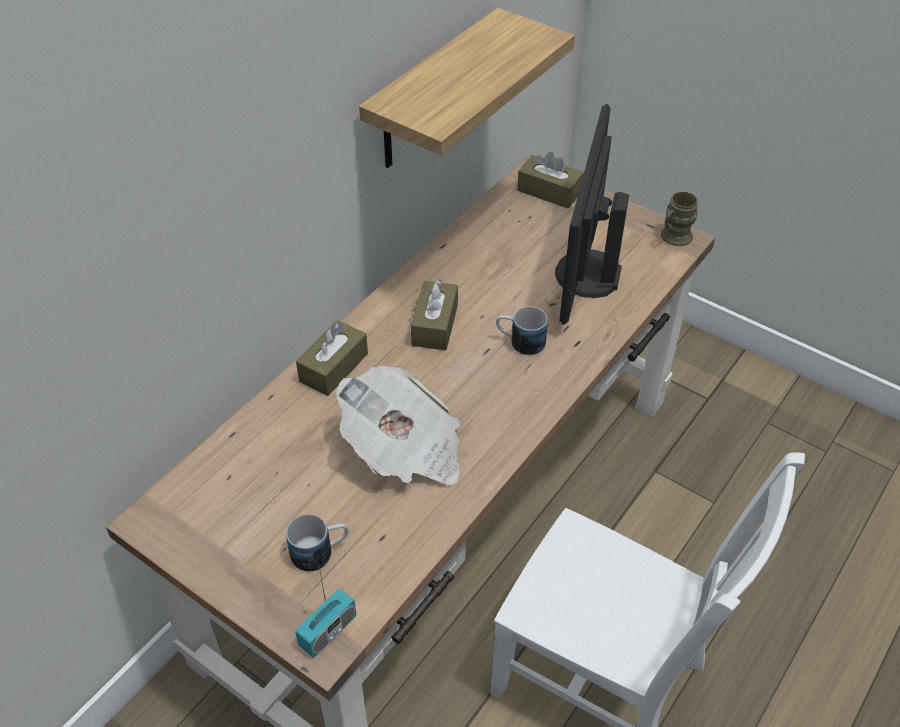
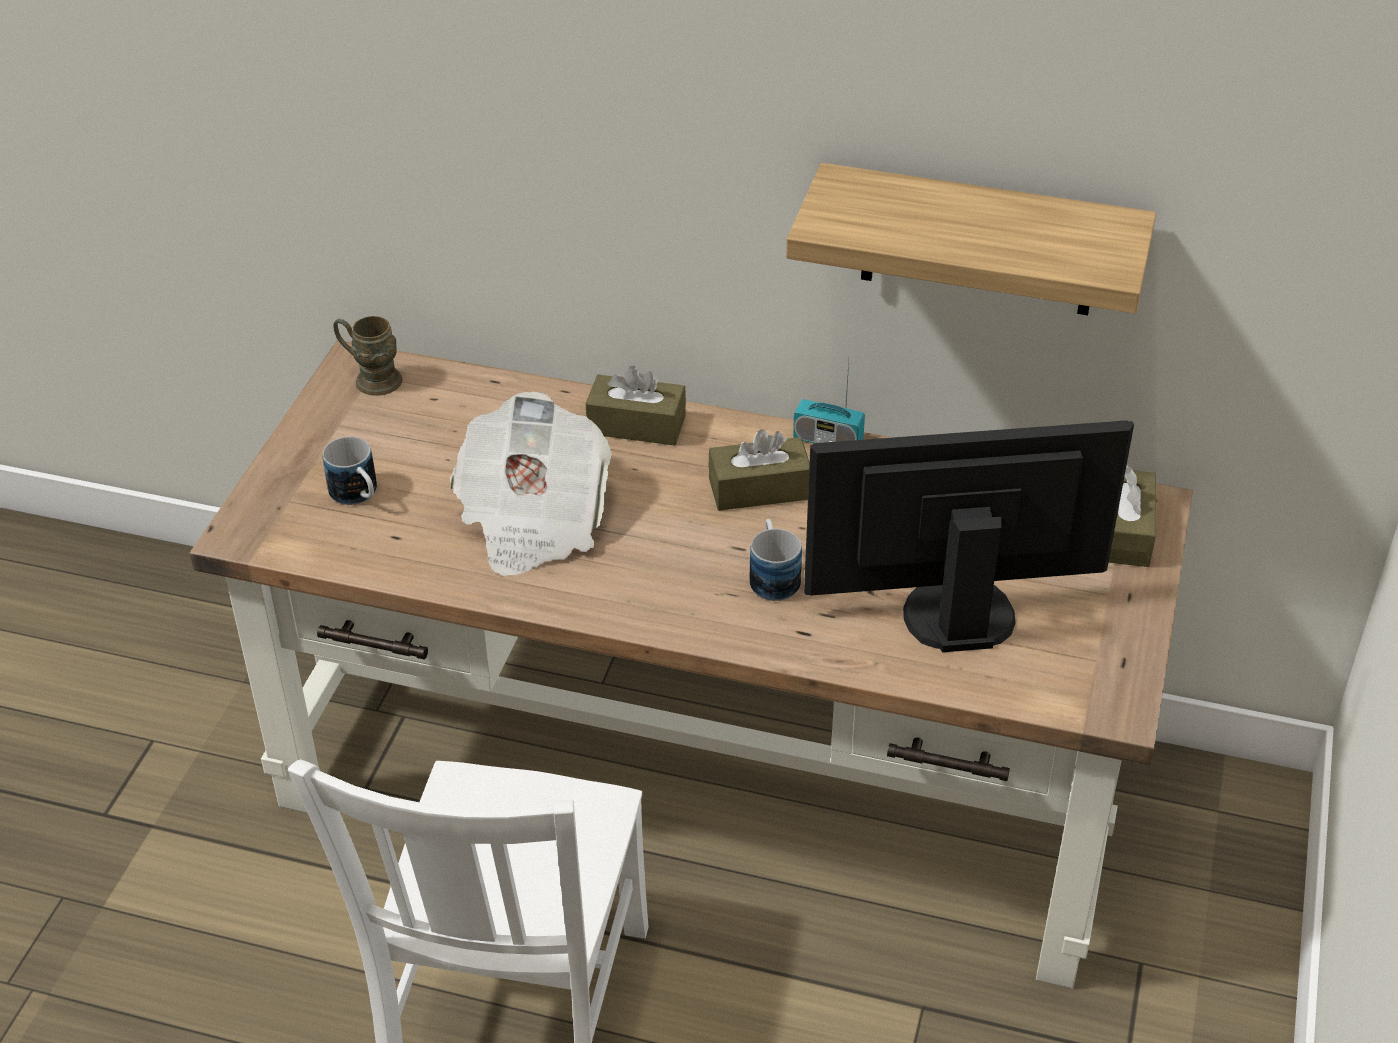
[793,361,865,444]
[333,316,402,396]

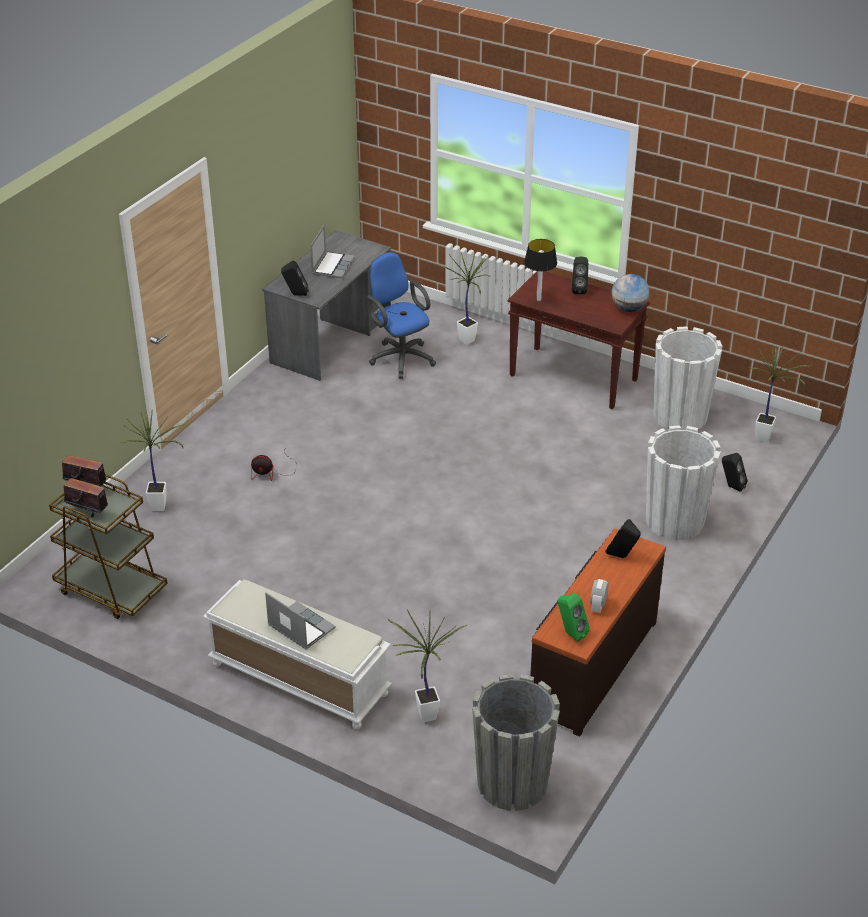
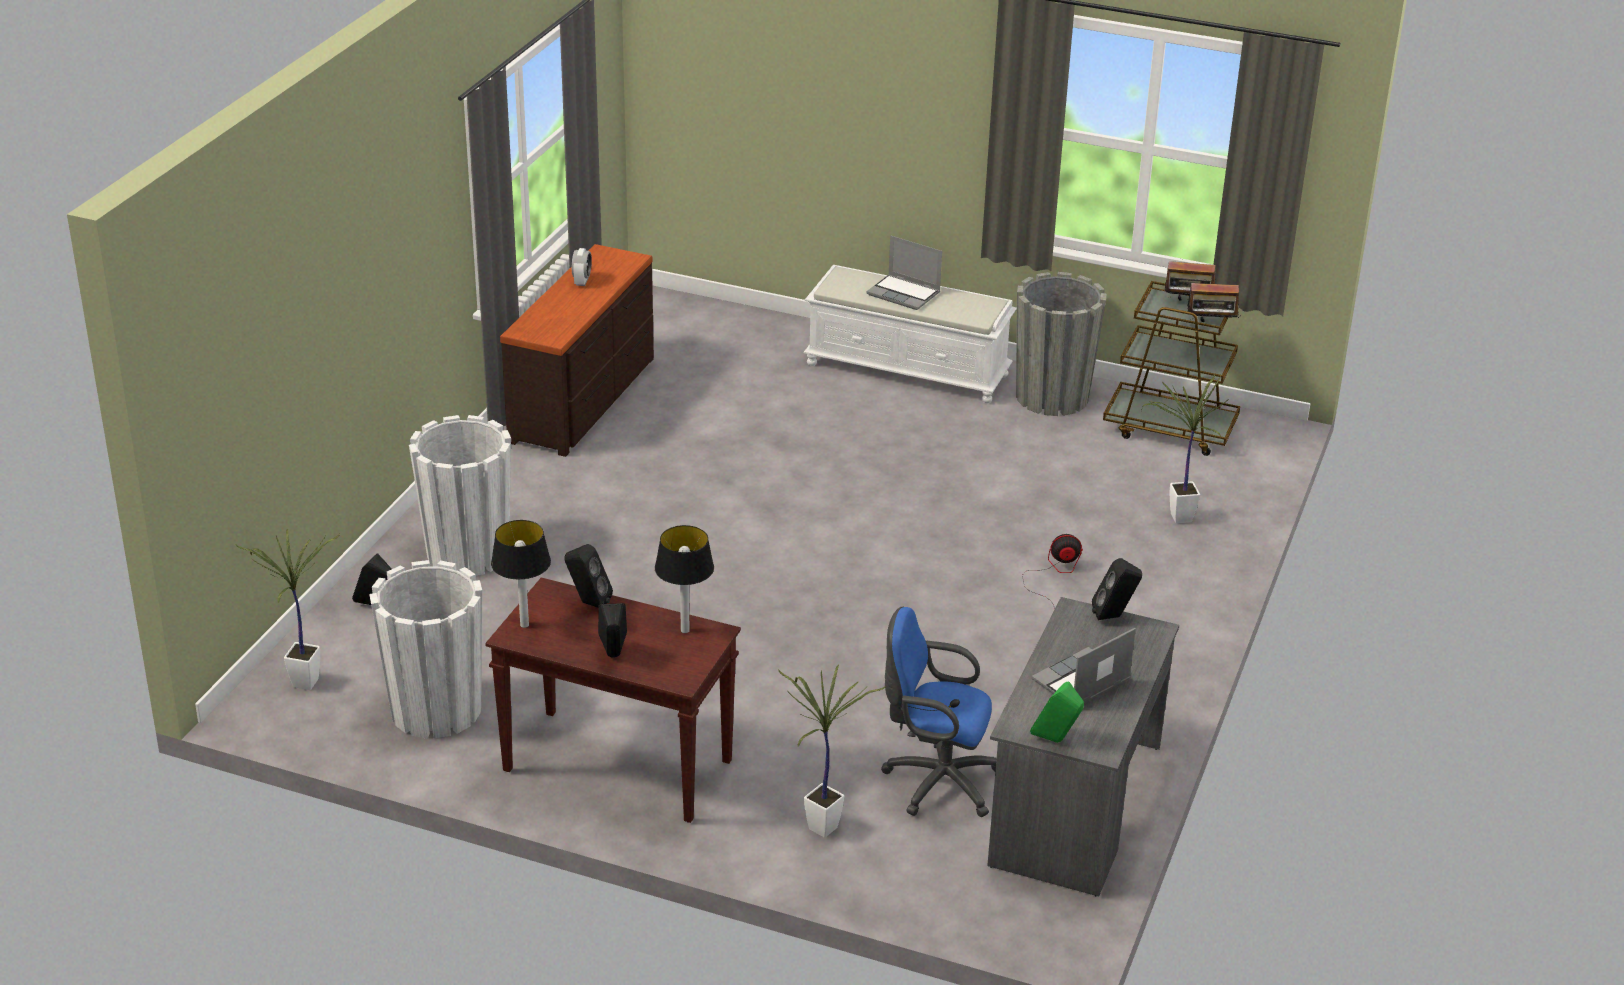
[388,609,467,722] (first image)
[1016,272,1107,416]
[1030,681,1084,743]
[565,544,613,608]
[491,520,551,628]
[1032,628,1136,703]
[881,607,996,817]

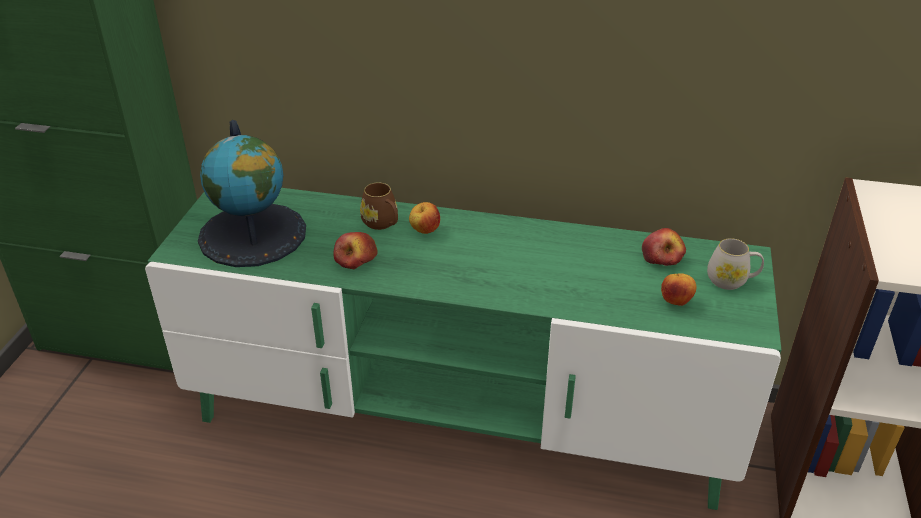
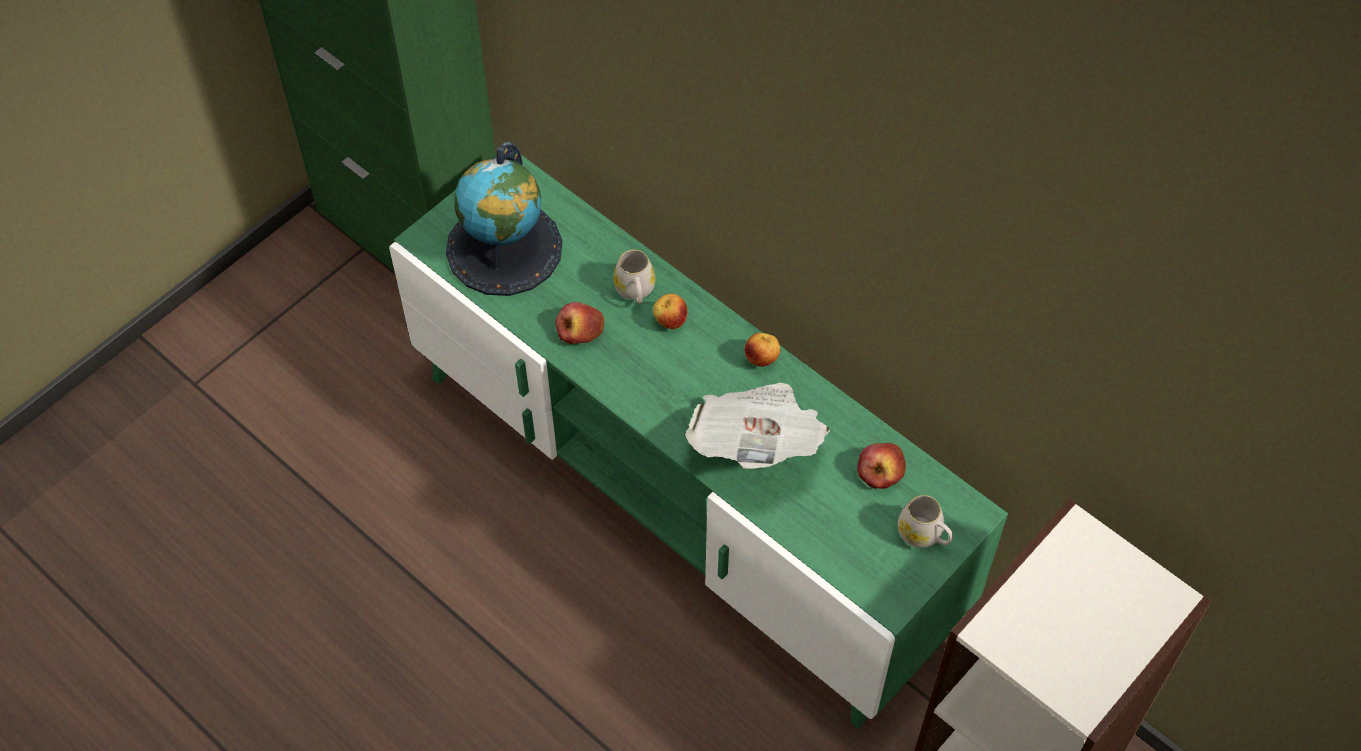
[685,382,830,469]
[745,333,780,367]
[613,250,656,304]

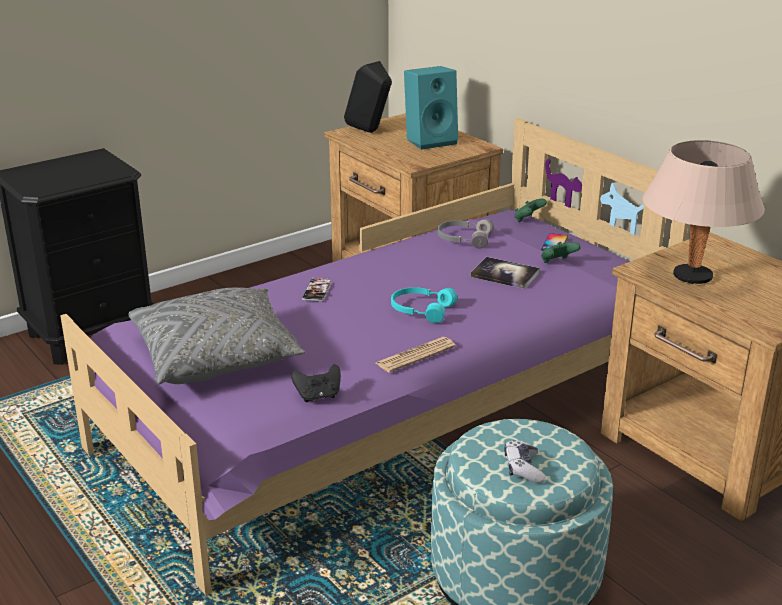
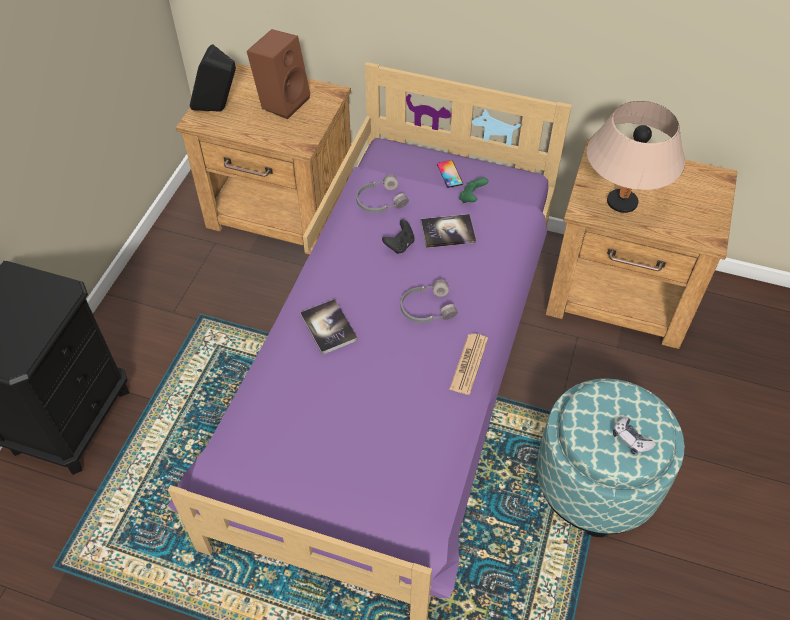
[128,288,306,384] (first image)
[514,199,547,222] (first image)
[382,220,415,254]
[300,299,358,355]
[401,279,458,323]
[247,29,310,119]

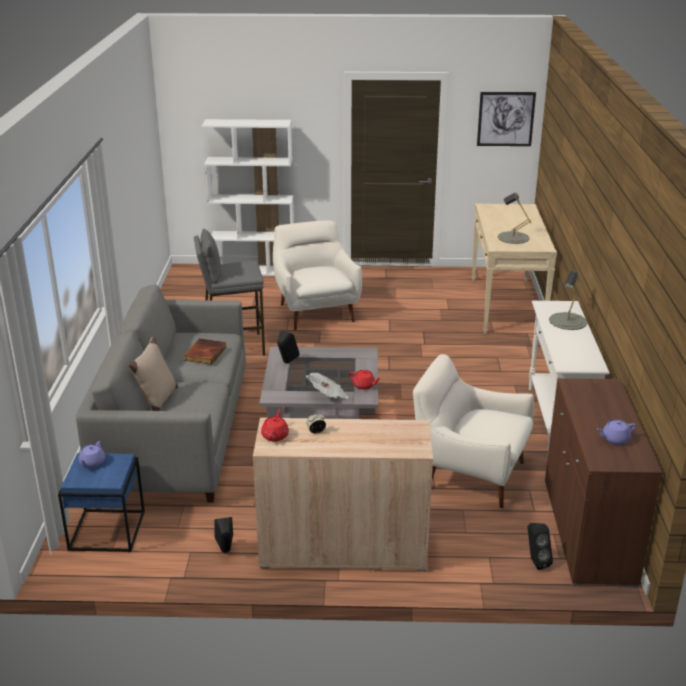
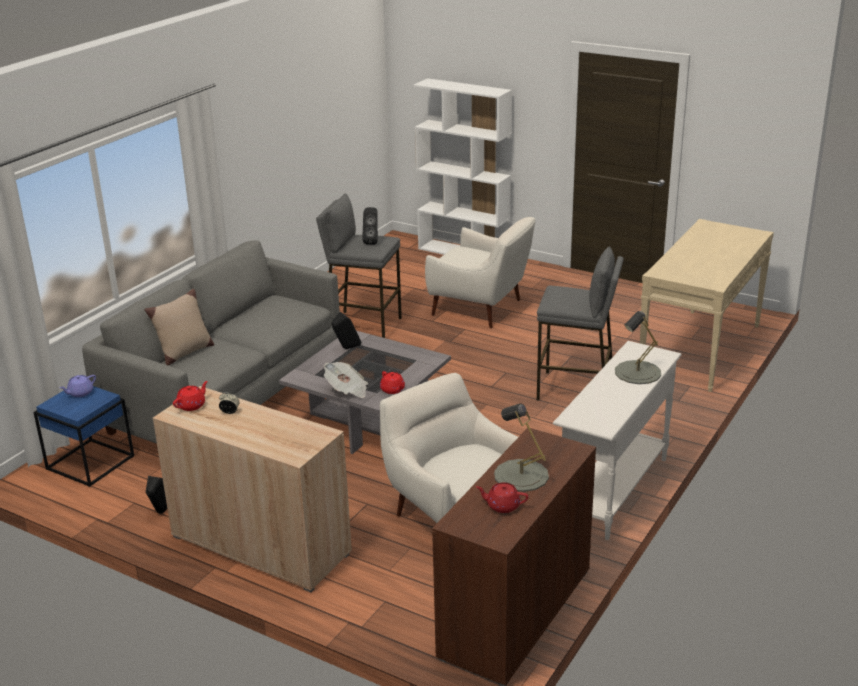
[184,338,226,365] (first image)
[477,92,536,146] (first image)
[537,246,624,401]
[494,403,549,492]
[362,207,378,245]
[476,483,529,513]
[425,217,535,328]

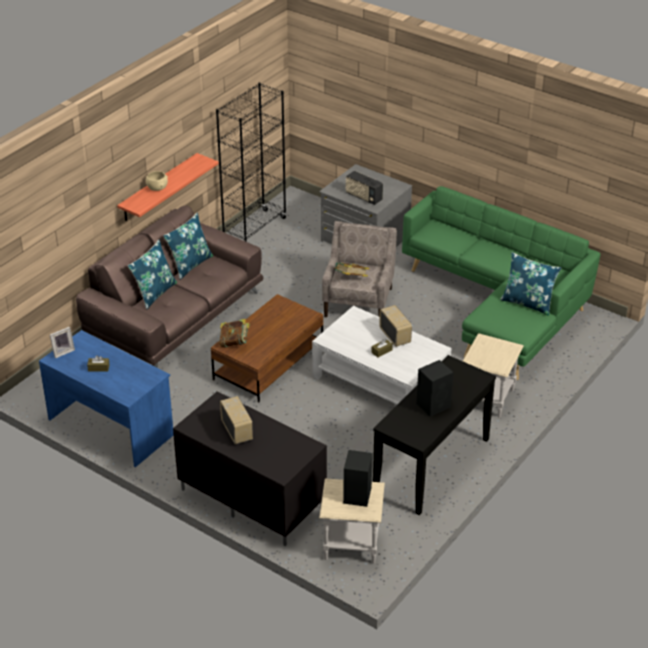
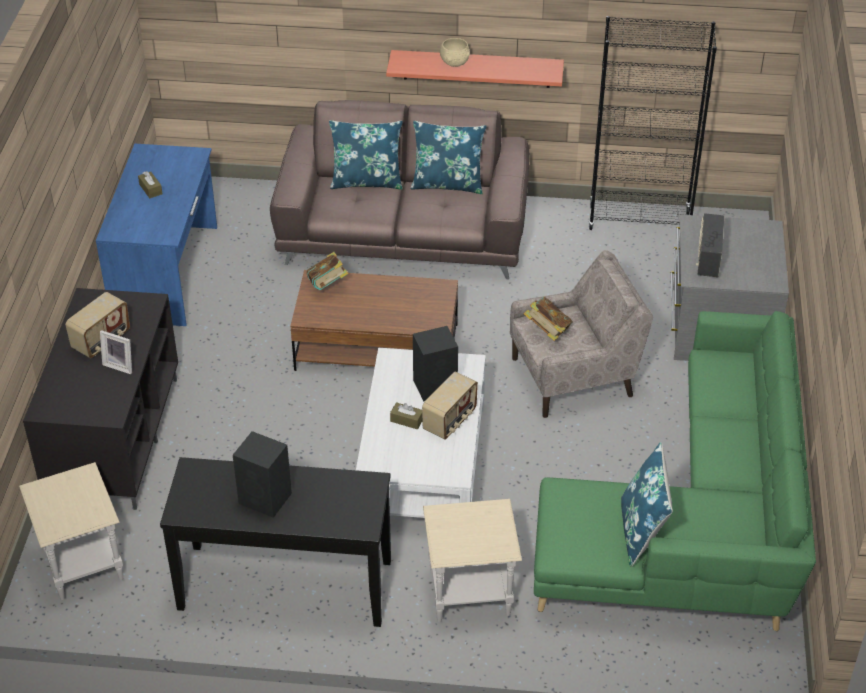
[100,330,132,374]
[413,326,458,402]

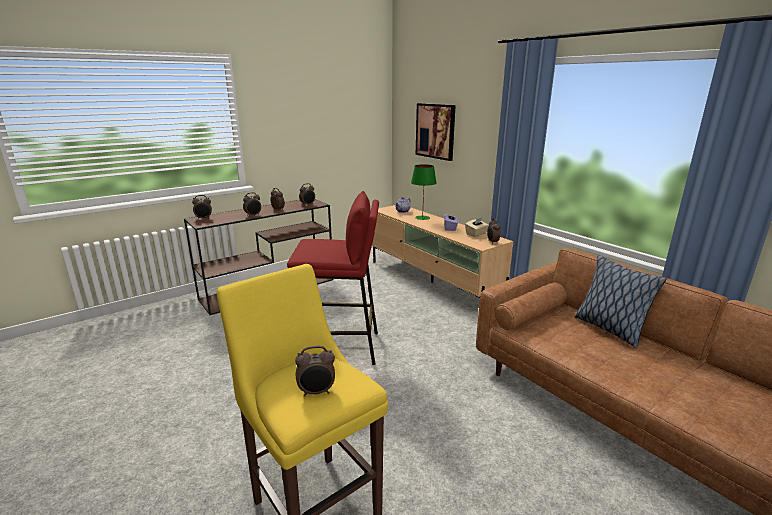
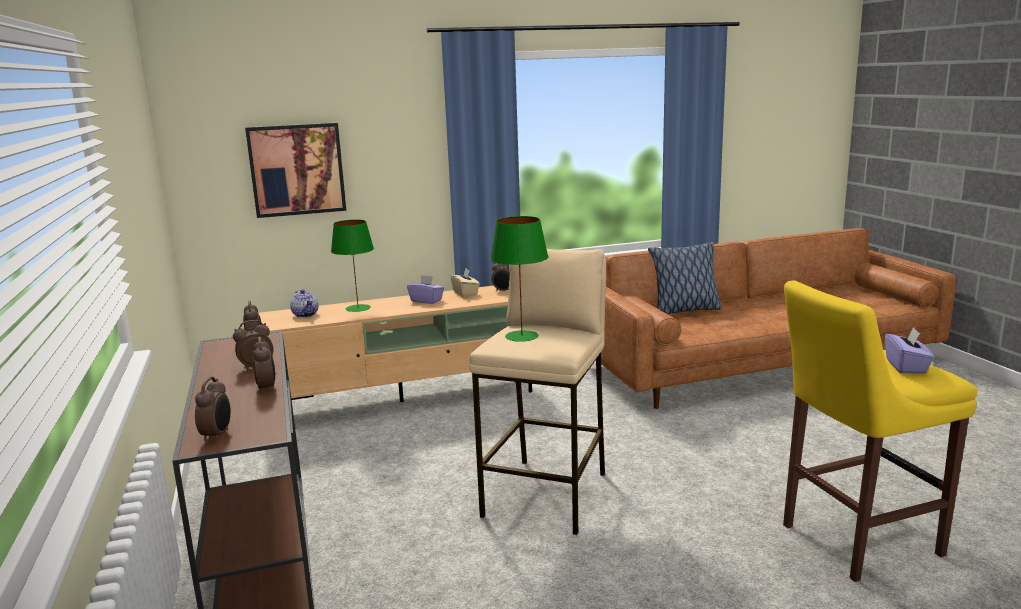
[490,216,549,342]
[885,327,934,374]
[469,249,606,535]

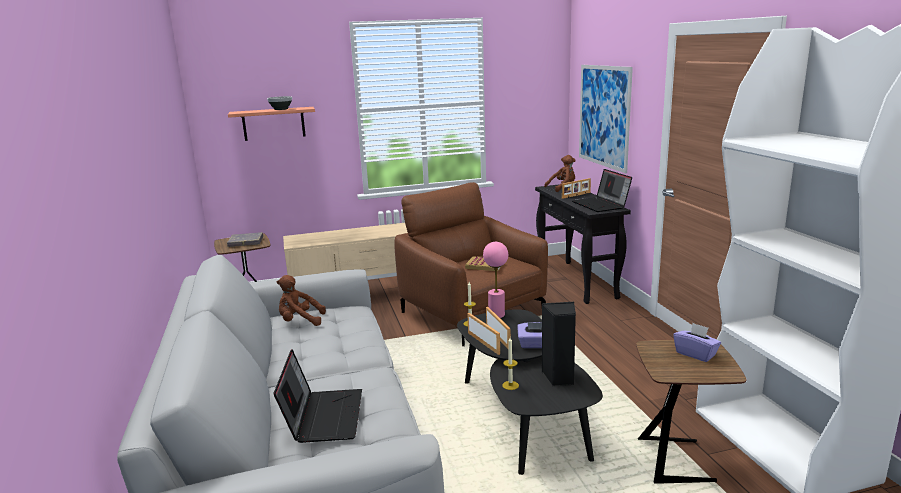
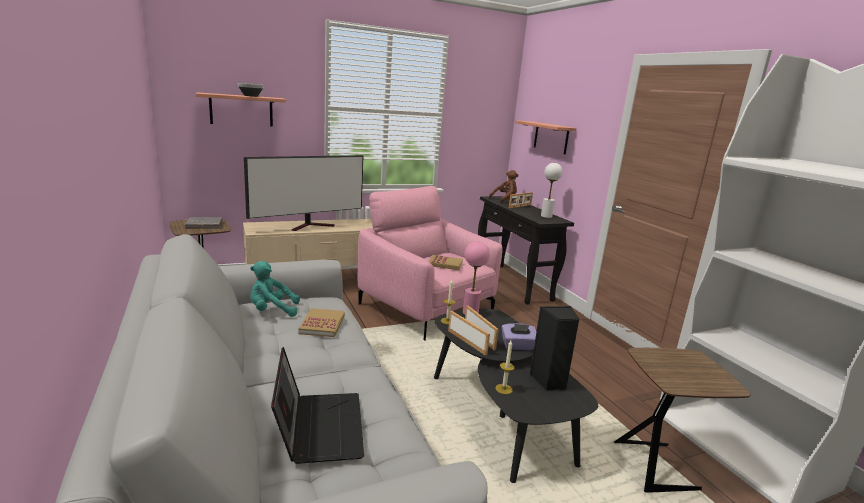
[673,323,721,362] (first image)
[244,155,364,231]
[299,308,345,337]
[541,163,563,218]
[515,120,576,155]
[250,261,300,317]
[358,186,503,340]

